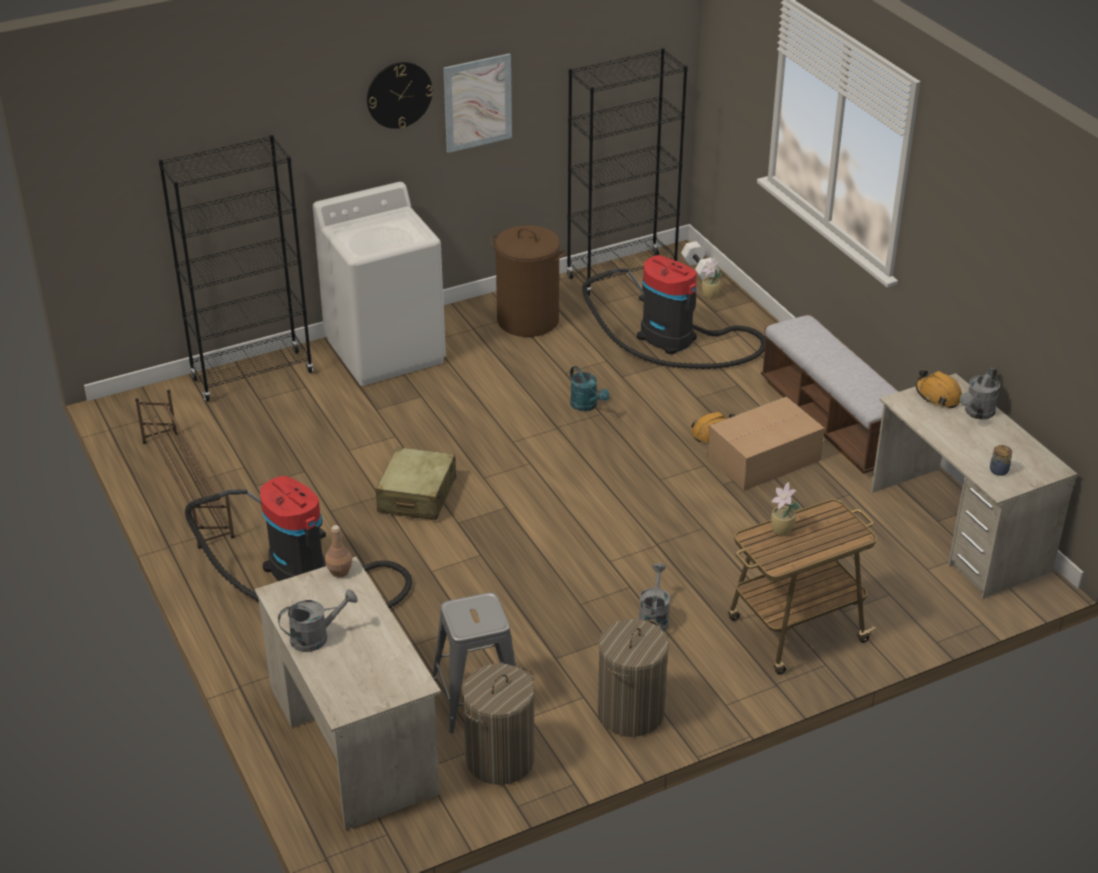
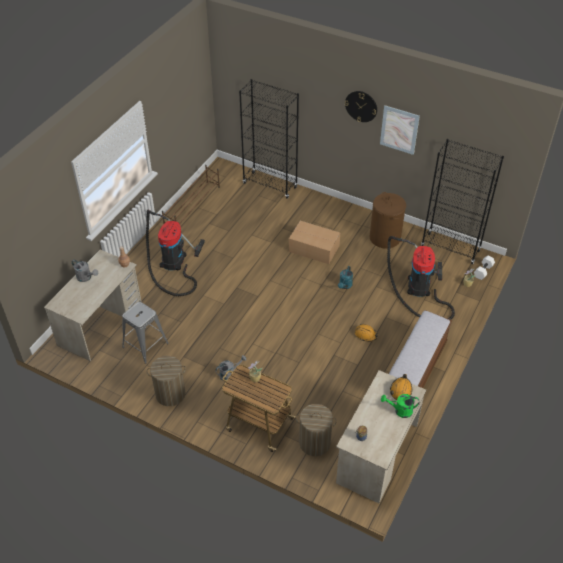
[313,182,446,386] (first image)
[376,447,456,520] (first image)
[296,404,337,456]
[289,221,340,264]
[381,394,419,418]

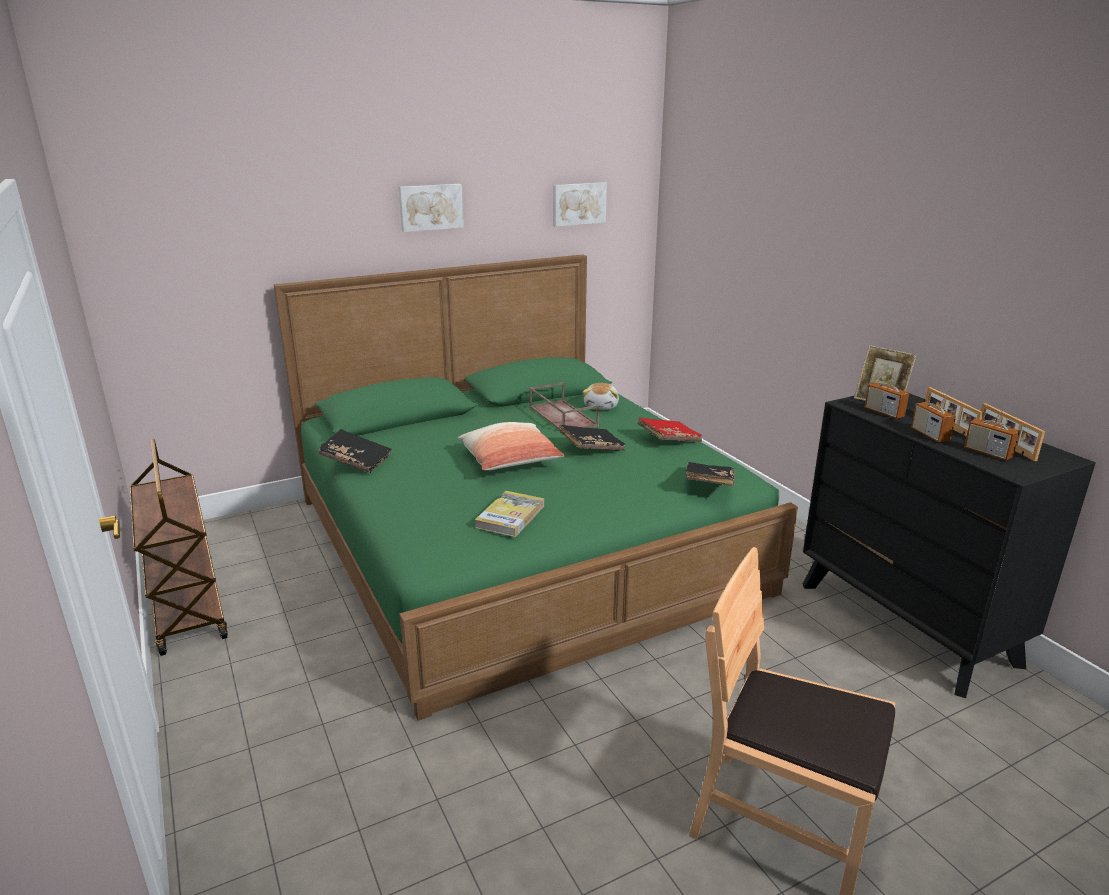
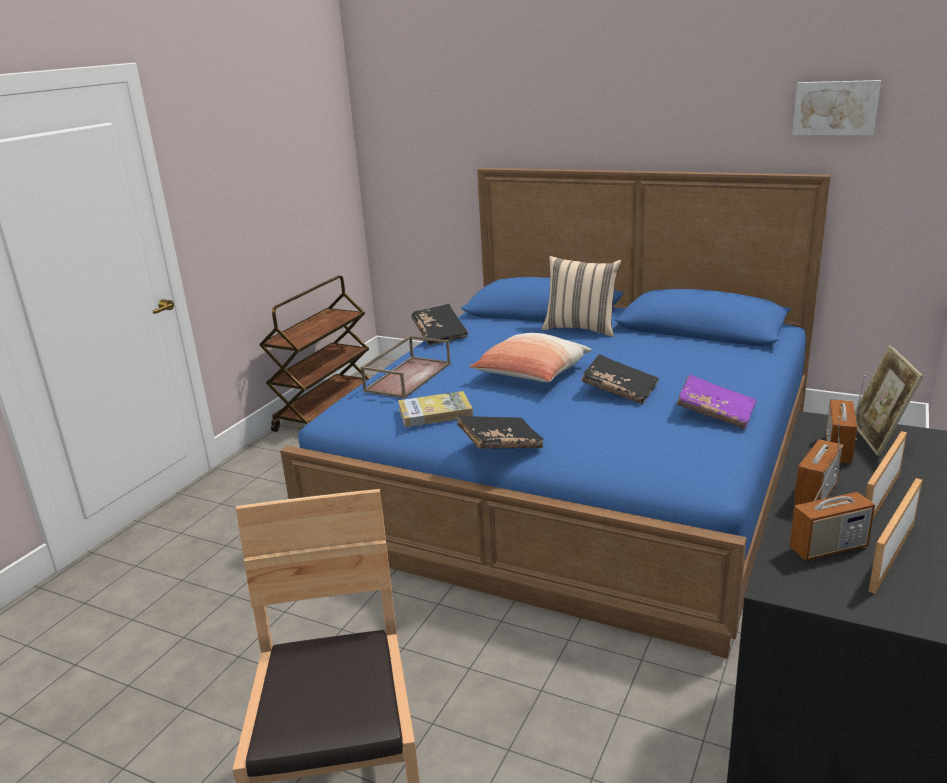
[399,184,464,232] (first image)
[582,383,619,410] (first image)
[542,256,621,337]
[360,335,451,399]
[456,415,544,449]
[280,168,831,659]
[677,375,756,429]
[790,445,875,561]

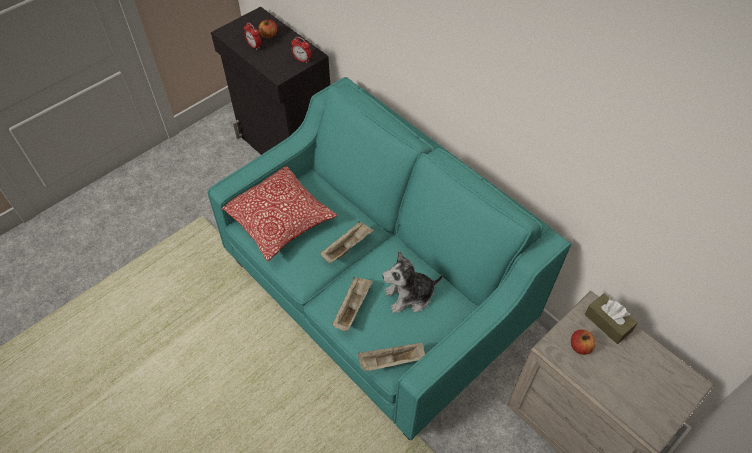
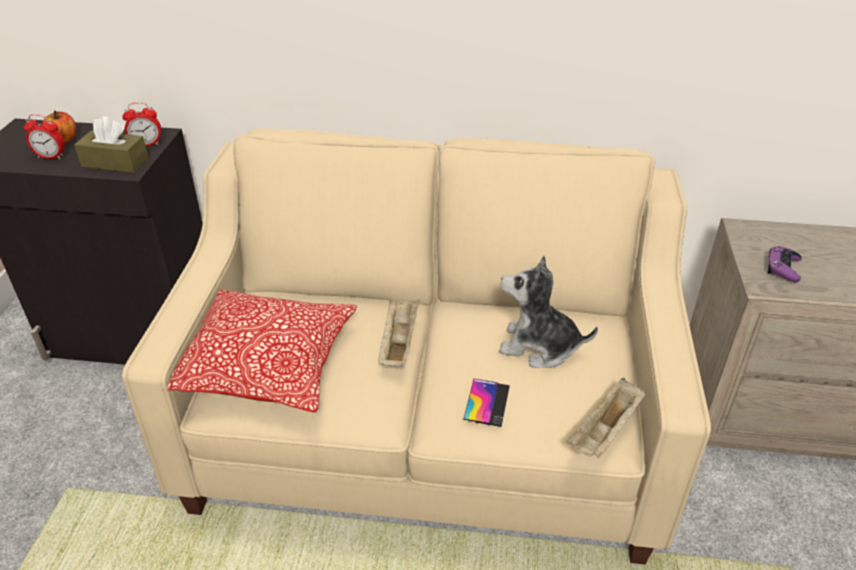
[74,116,149,173]
[463,379,510,427]
[768,246,802,283]
[122,129,711,565]
[499,256,598,368]

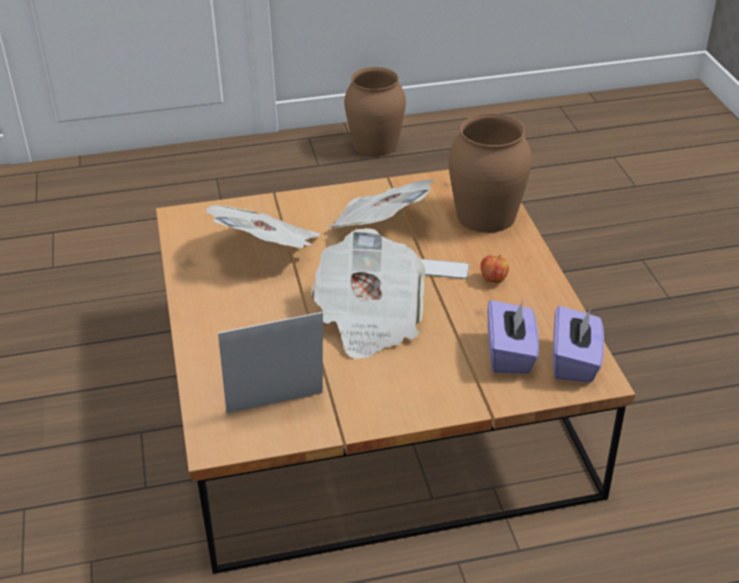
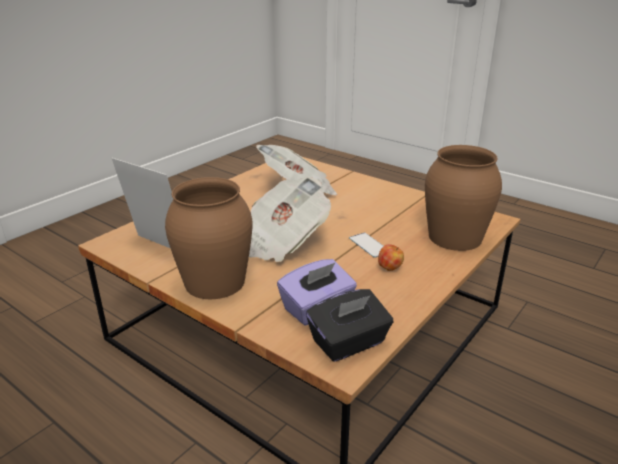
[329,179,434,228] (first image)
[165,177,253,299]
[306,289,394,362]

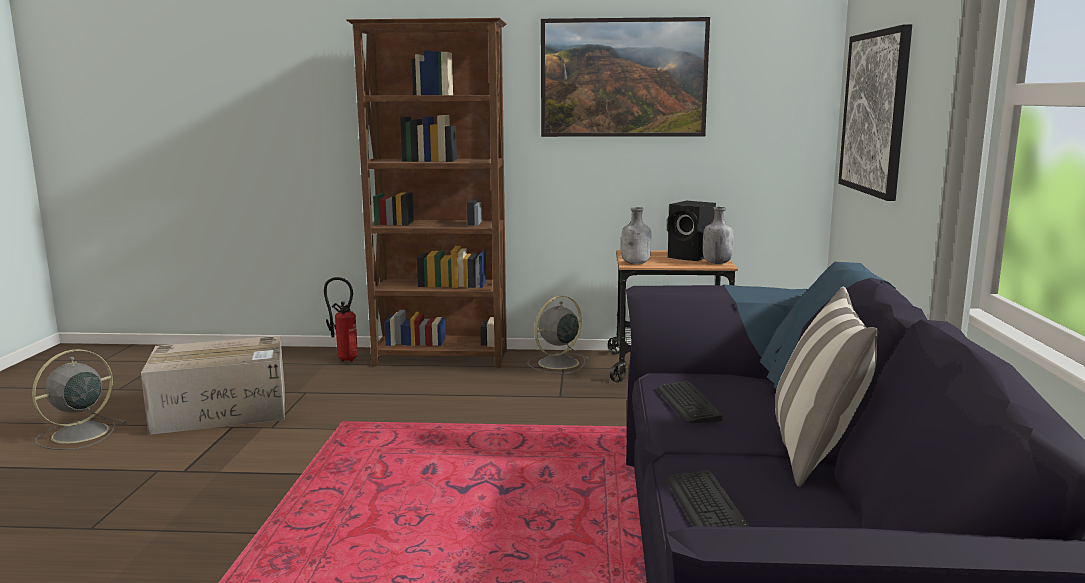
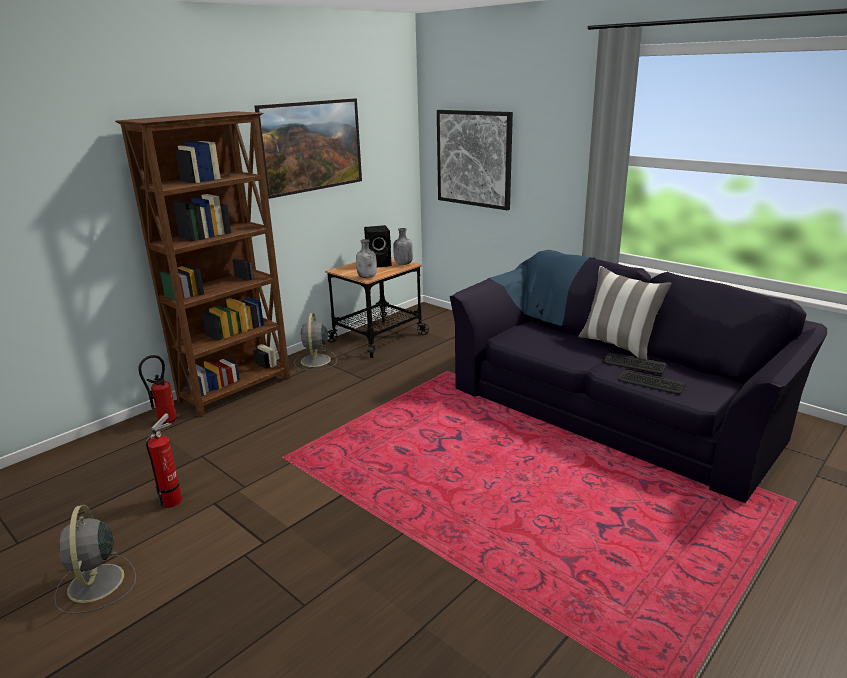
[604,353,666,374]
[146,413,182,508]

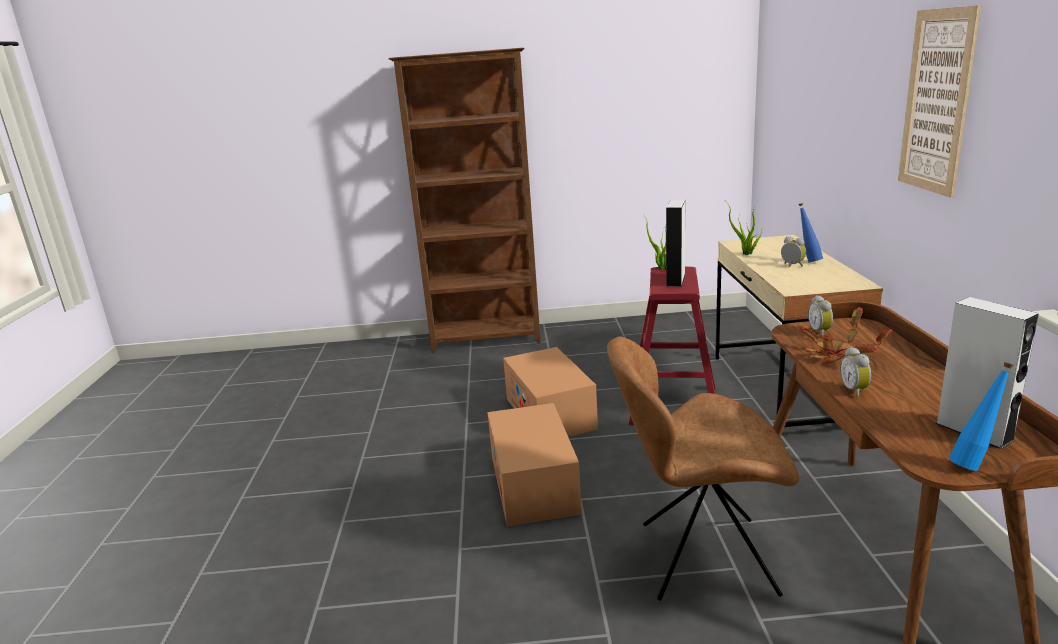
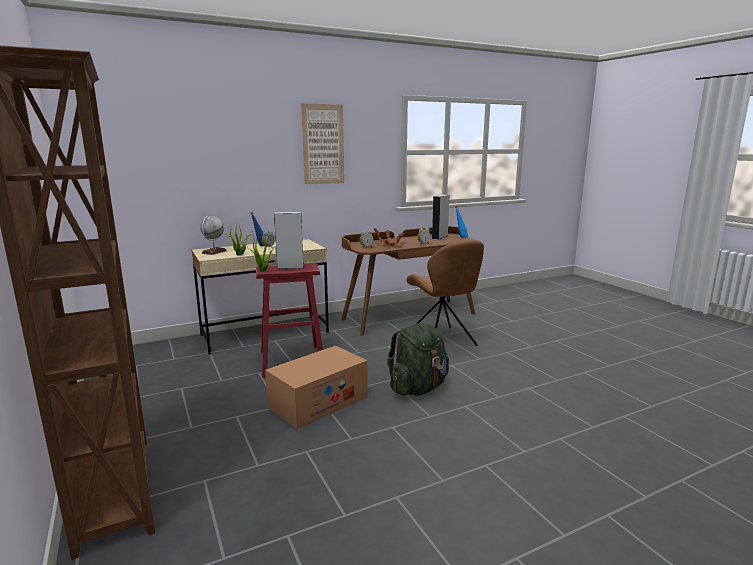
[200,216,227,255]
[387,323,449,395]

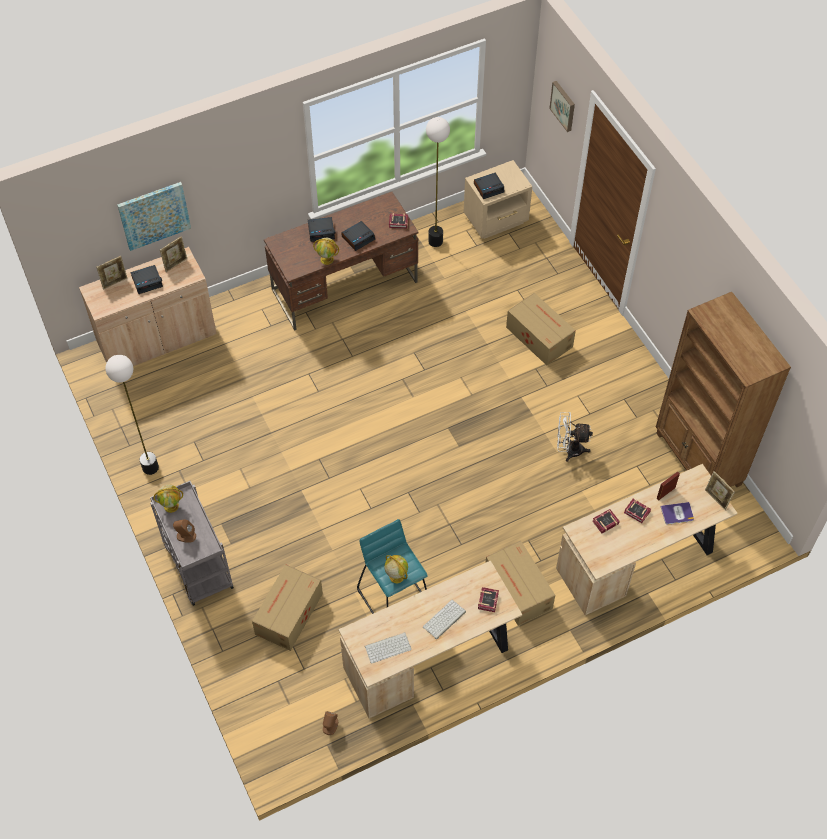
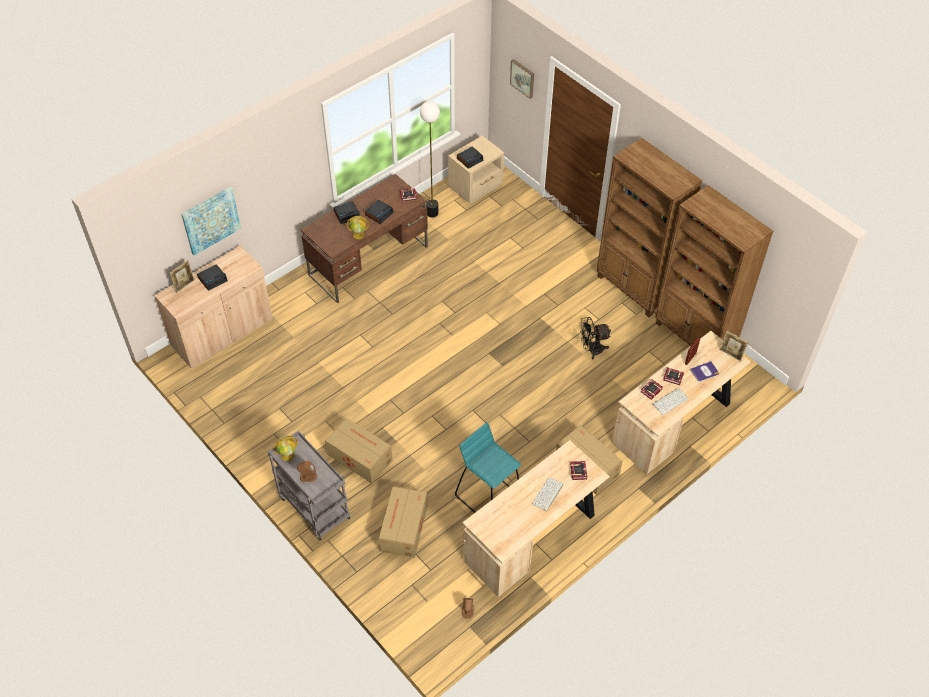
[105,355,159,475] (first image)
[160,236,187,272] (first image)
[384,555,408,583] (first image)
[597,138,702,317]
[652,388,688,415]
[325,418,393,484]
[580,317,611,359]

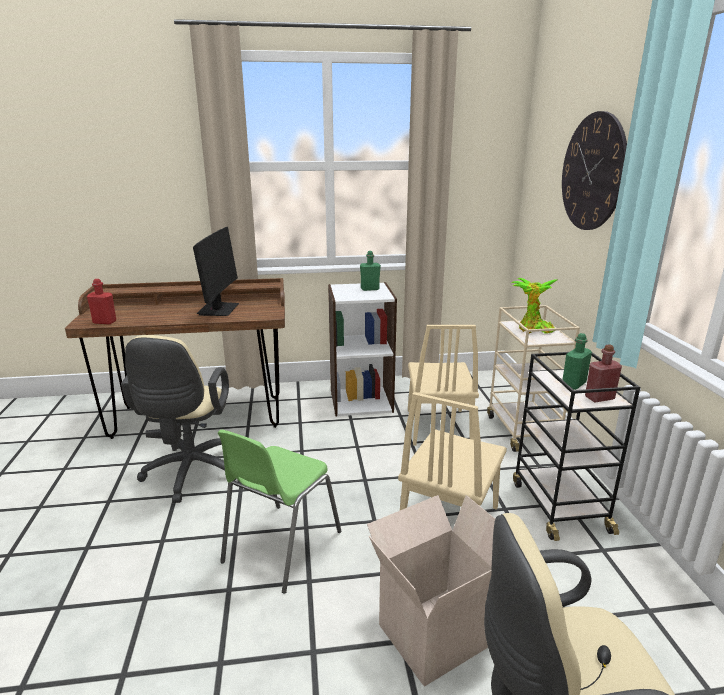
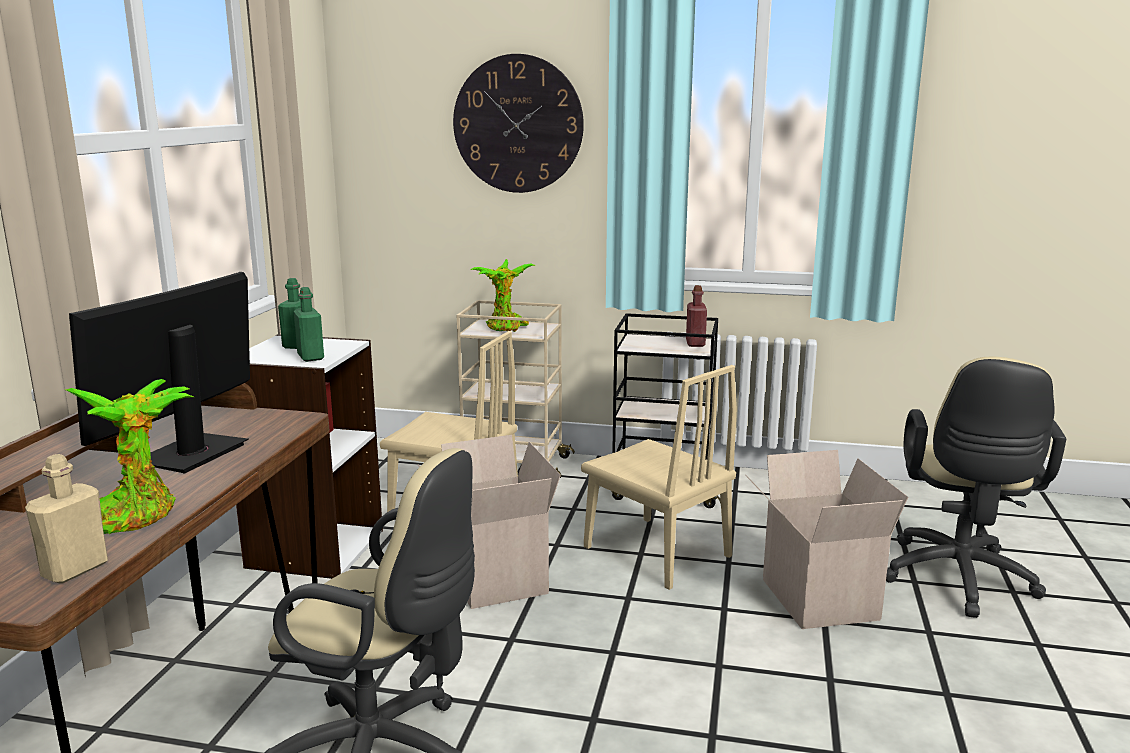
[218,430,341,594] (first image)
[66,379,193,534]
[418,435,561,609]
[294,287,324,362]
[25,454,108,584]
[69,272,250,474]

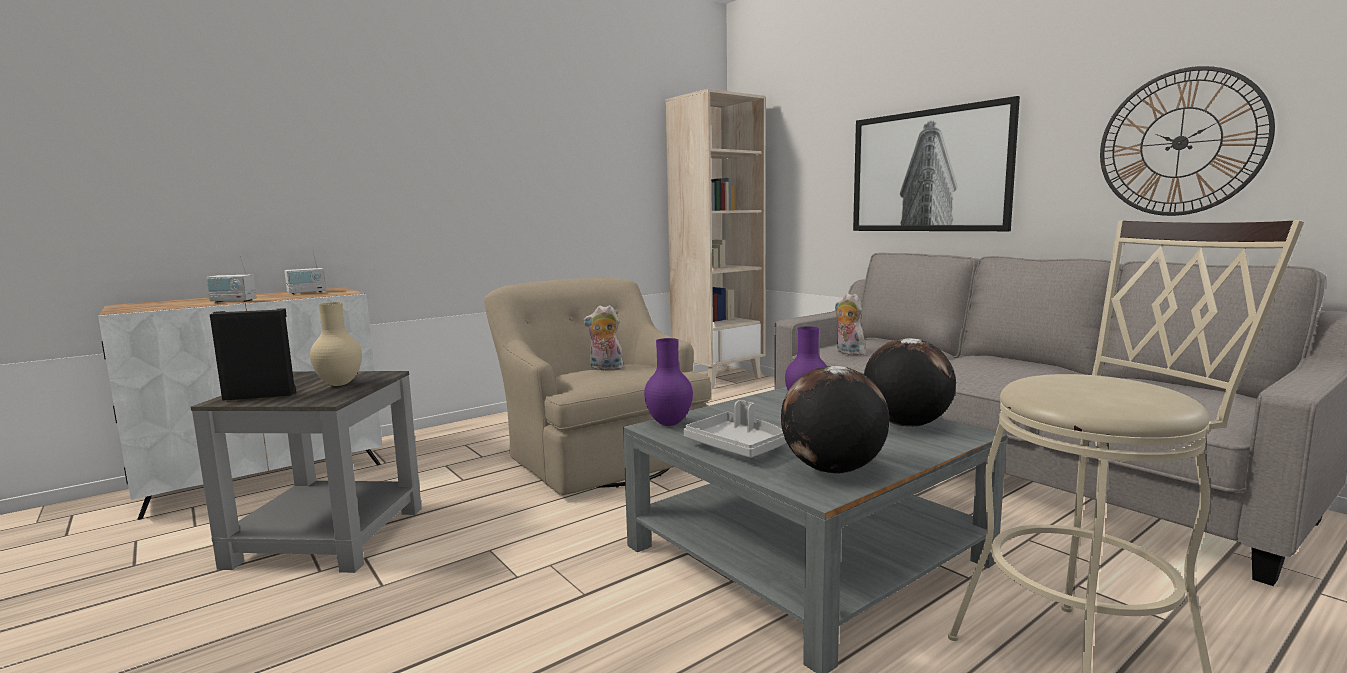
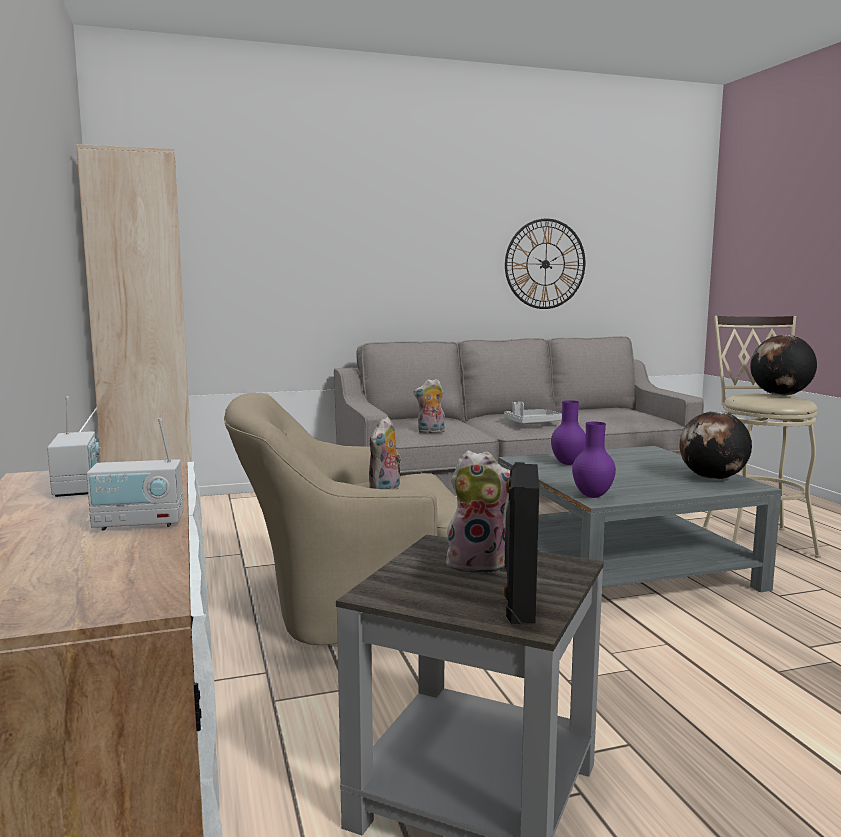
[853,96,1020,231] (first image)
[504,402,562,424]
[750,335,817,396]
[446,450,510,574]
[87,418,184,531]

